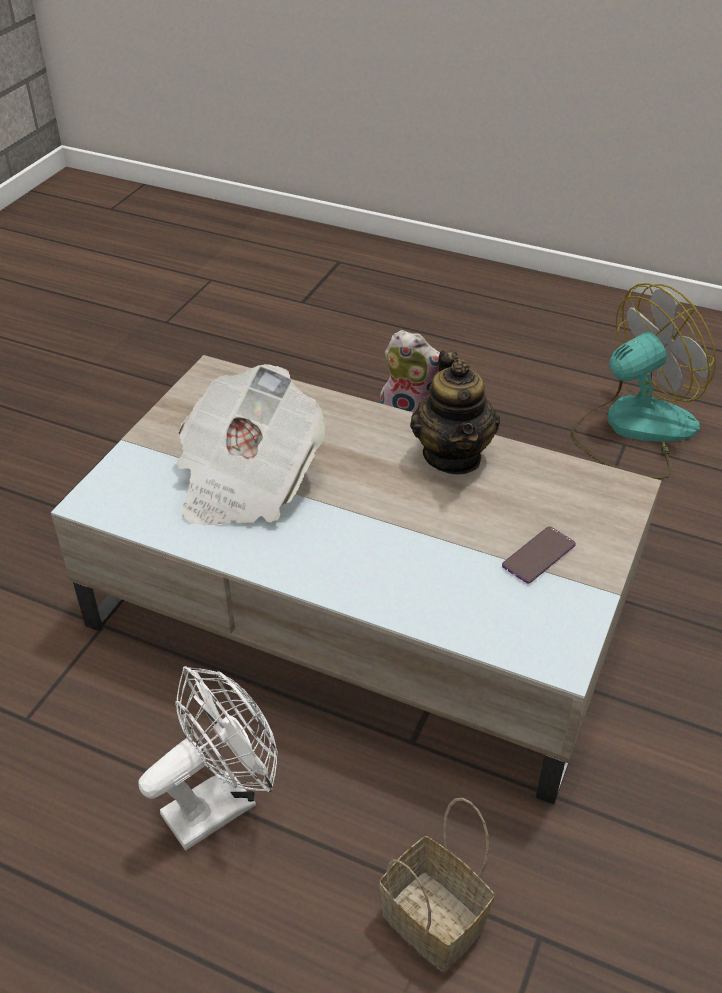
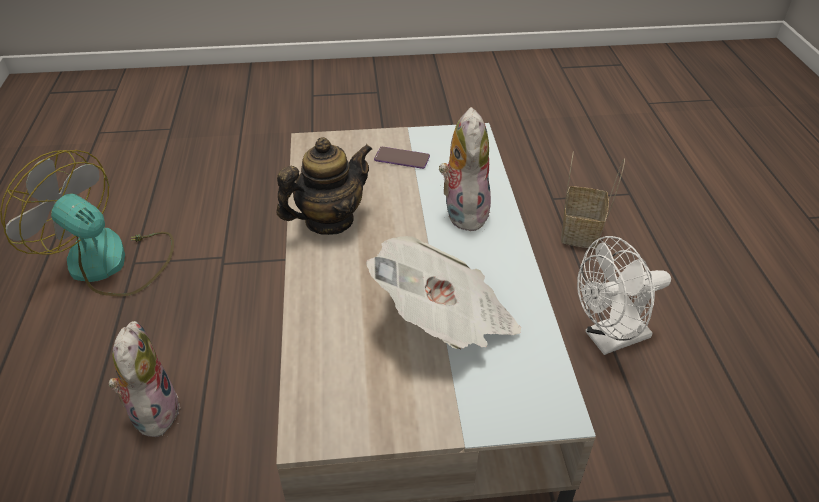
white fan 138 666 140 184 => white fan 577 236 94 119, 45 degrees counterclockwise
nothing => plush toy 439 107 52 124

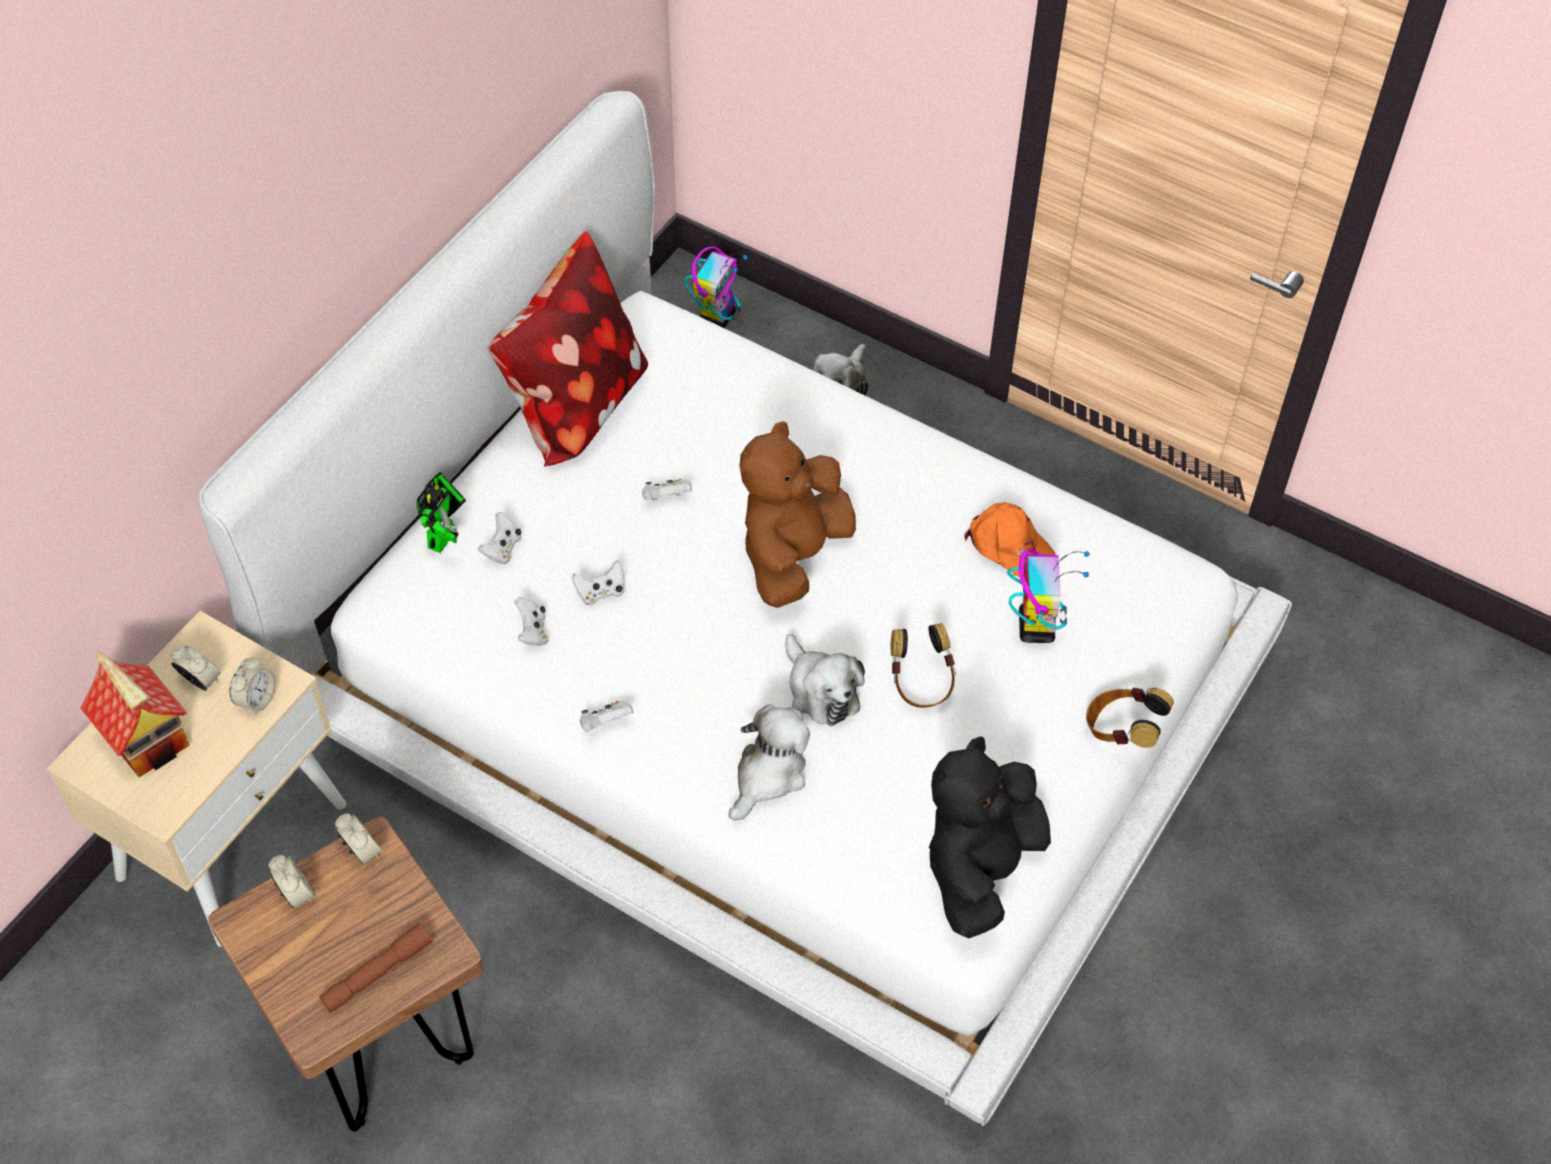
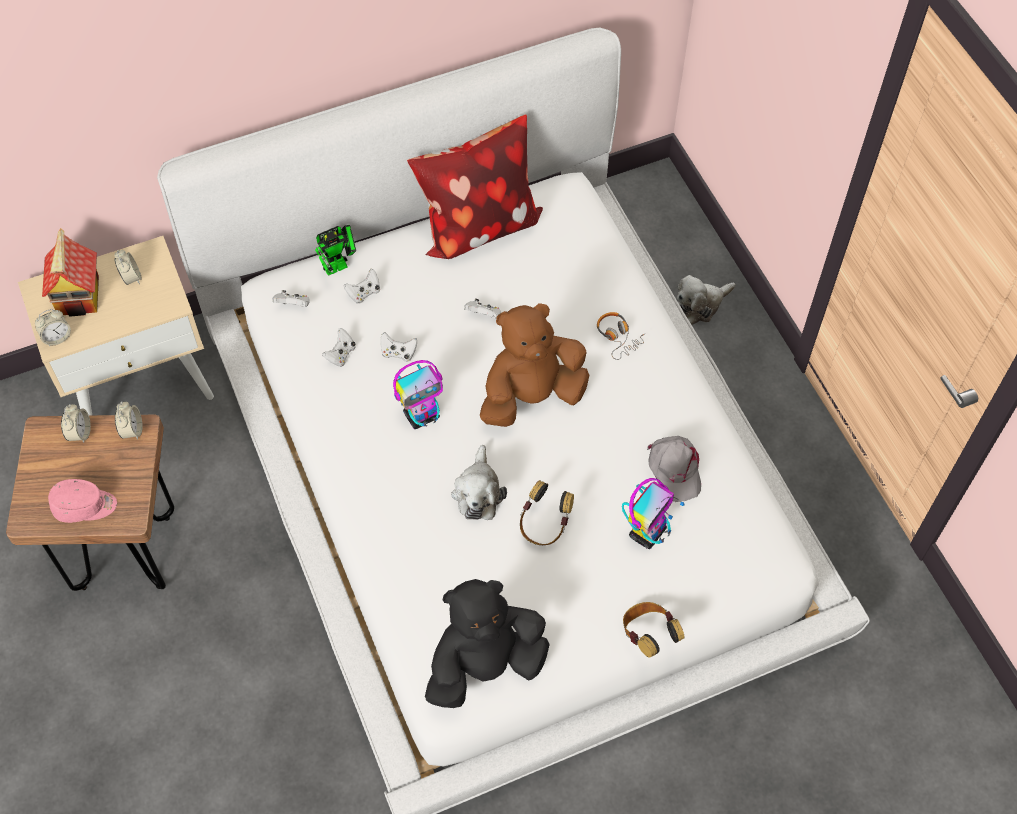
alarm clock 230 657 46 58 => alarm clock 35 309 36 37, move
brown flashlight 319 923 114 90 => pink cap 48 479 69 44
white game controller 580 701 54 31 => white game controller 272 290 38 17, move
toy robot 685 246 63 82 => toy robot 393 360 50 69, move
plush toy 729 704 81 116 => nothing
orange cap 964 502 92 76 => grey cap 647 436 54 66
nothing => headphones 597 312 49 48

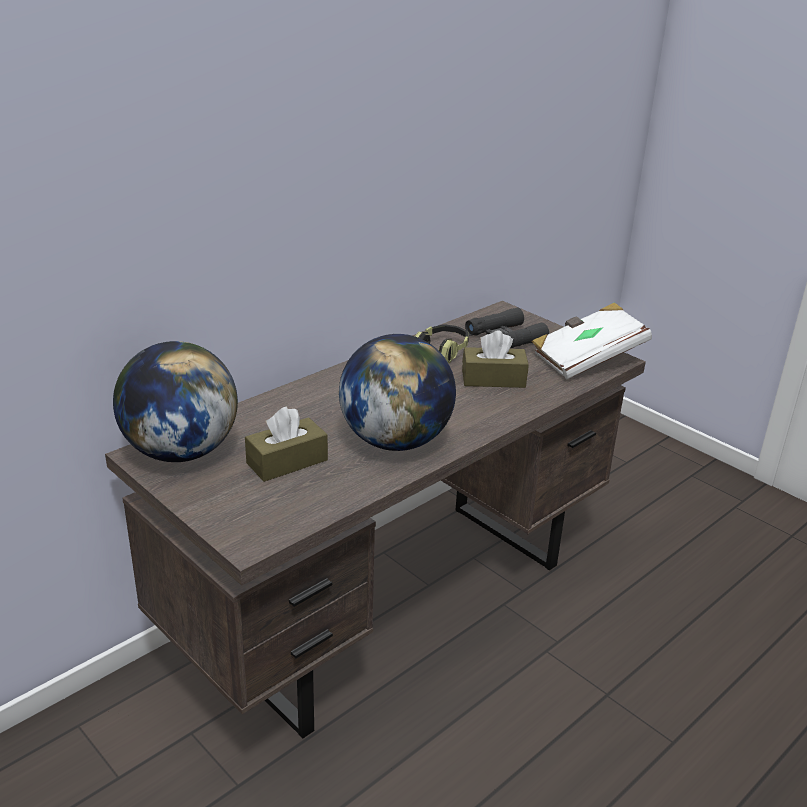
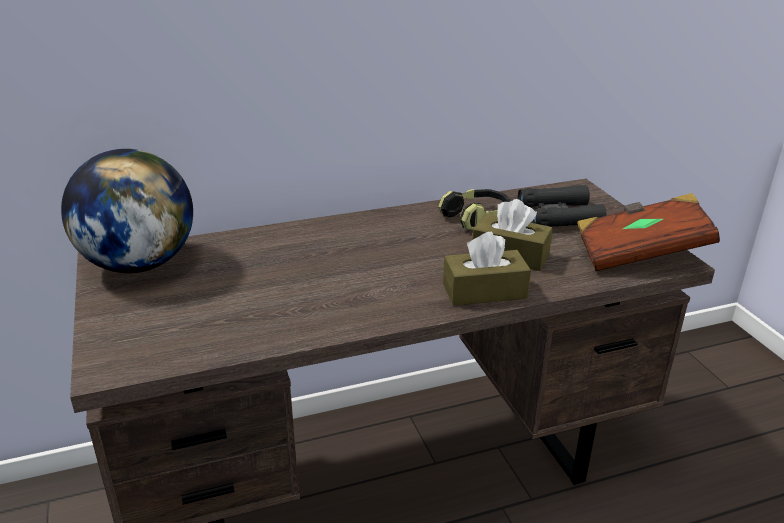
brown tissue box 245 407 83 75 => brown tissue box 443 232 88 74, move
globe 339 334 117 117 => nothing
white book 532 302 120 77 => brown book 577 193 143 78

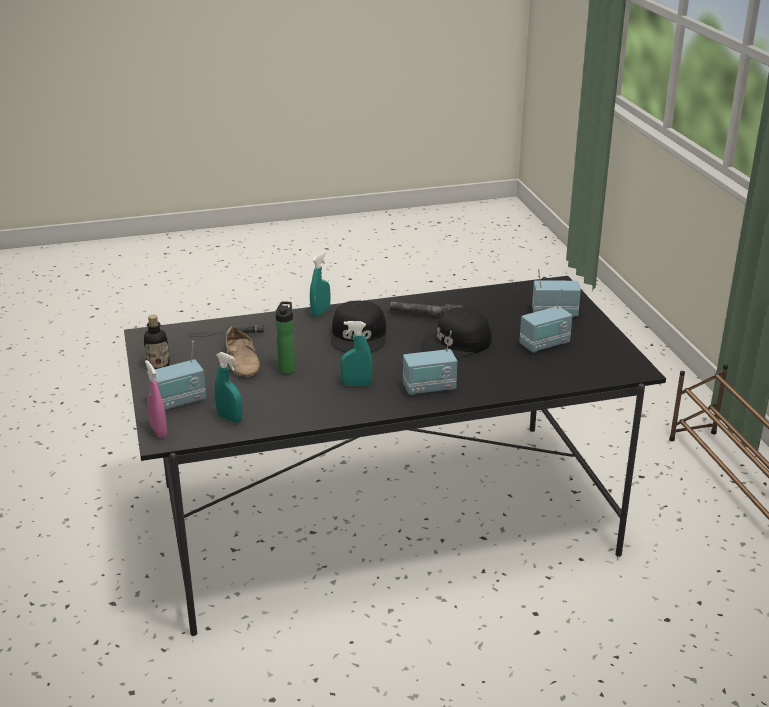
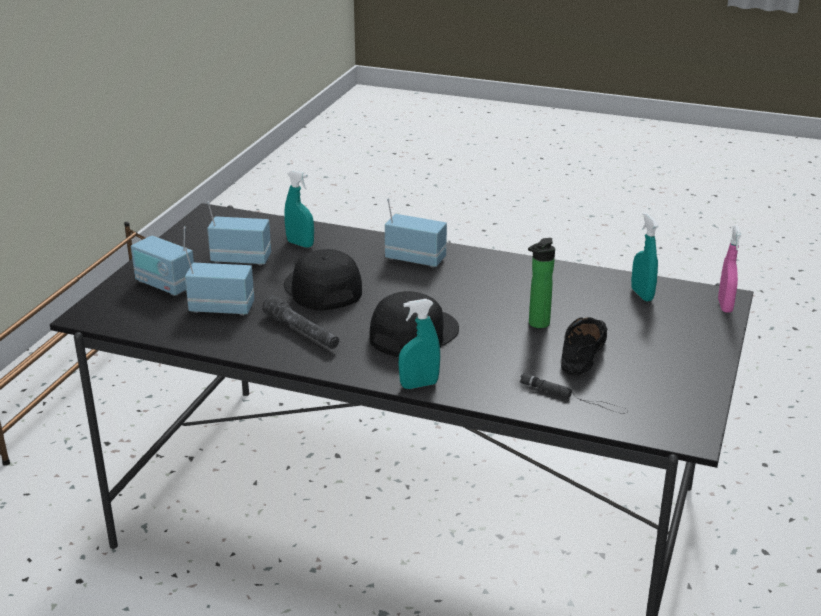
bottle 144 315 26 54 => nothing
radio 147 341 59 69 => radio 185 248 69 67, move
beige shoe 226 326 34 51 => black shoe 561 317 46 58
turquoise spray bottle 340 321 32 65 => turquoise spray bottle 284 170 30 78, move
black cap 421 307 71 52 => black cap 284 249 78 62, 120 degrees counterclockwise

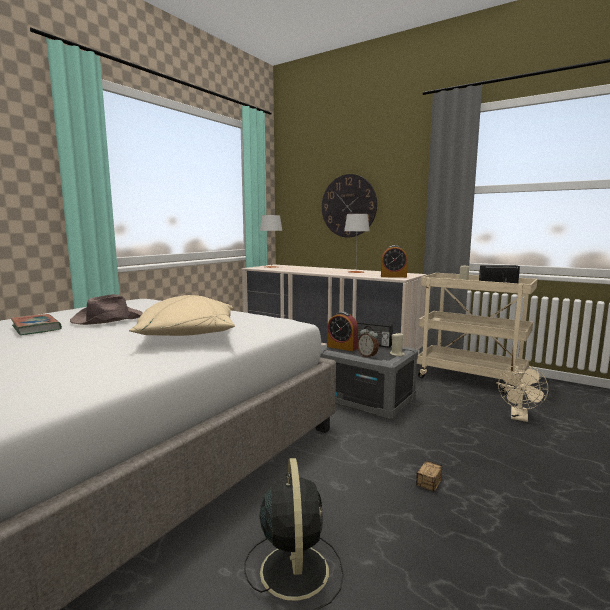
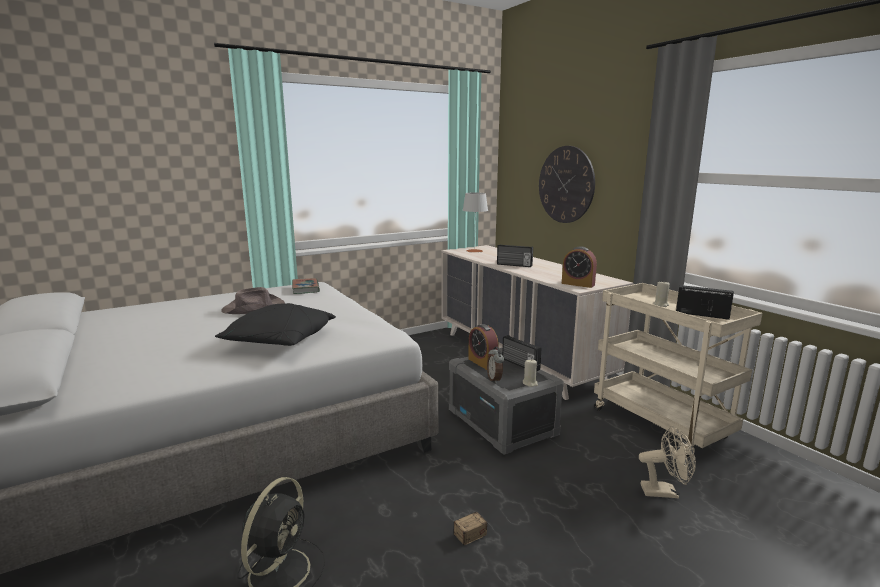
book 10 314 52 21 => book 292 278 28 16, move
beige pillow 129 295 106 41 => black pillow 215 303 121 43
grey table lamp 344 214 26 59 => nothing
beige fan 498 365 50 57 => beige fan 639 426 57 72, 135 degrees counterclockwise
nothing => radio 497 244 36 23

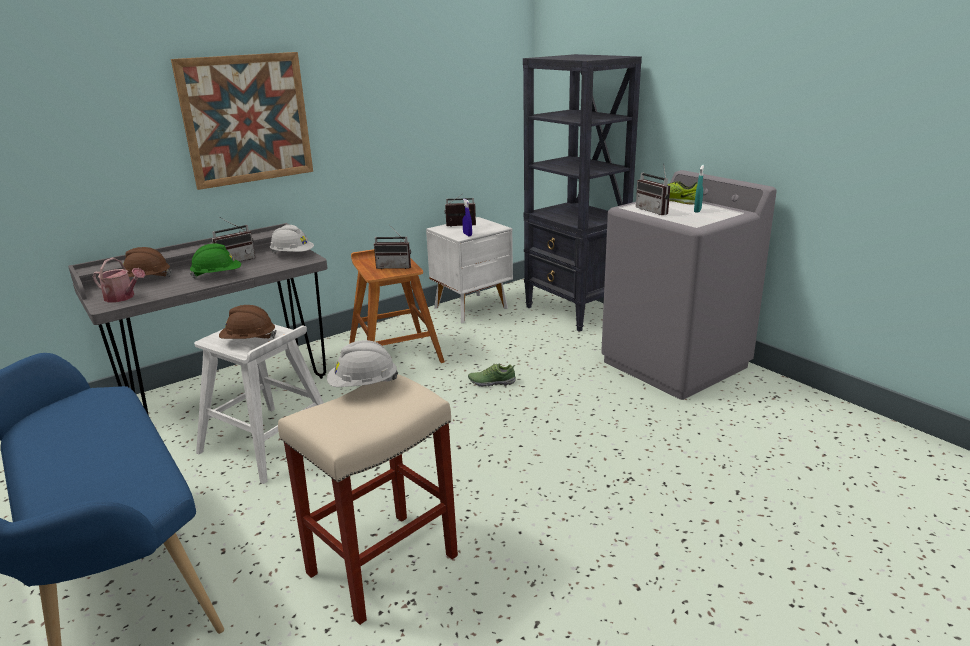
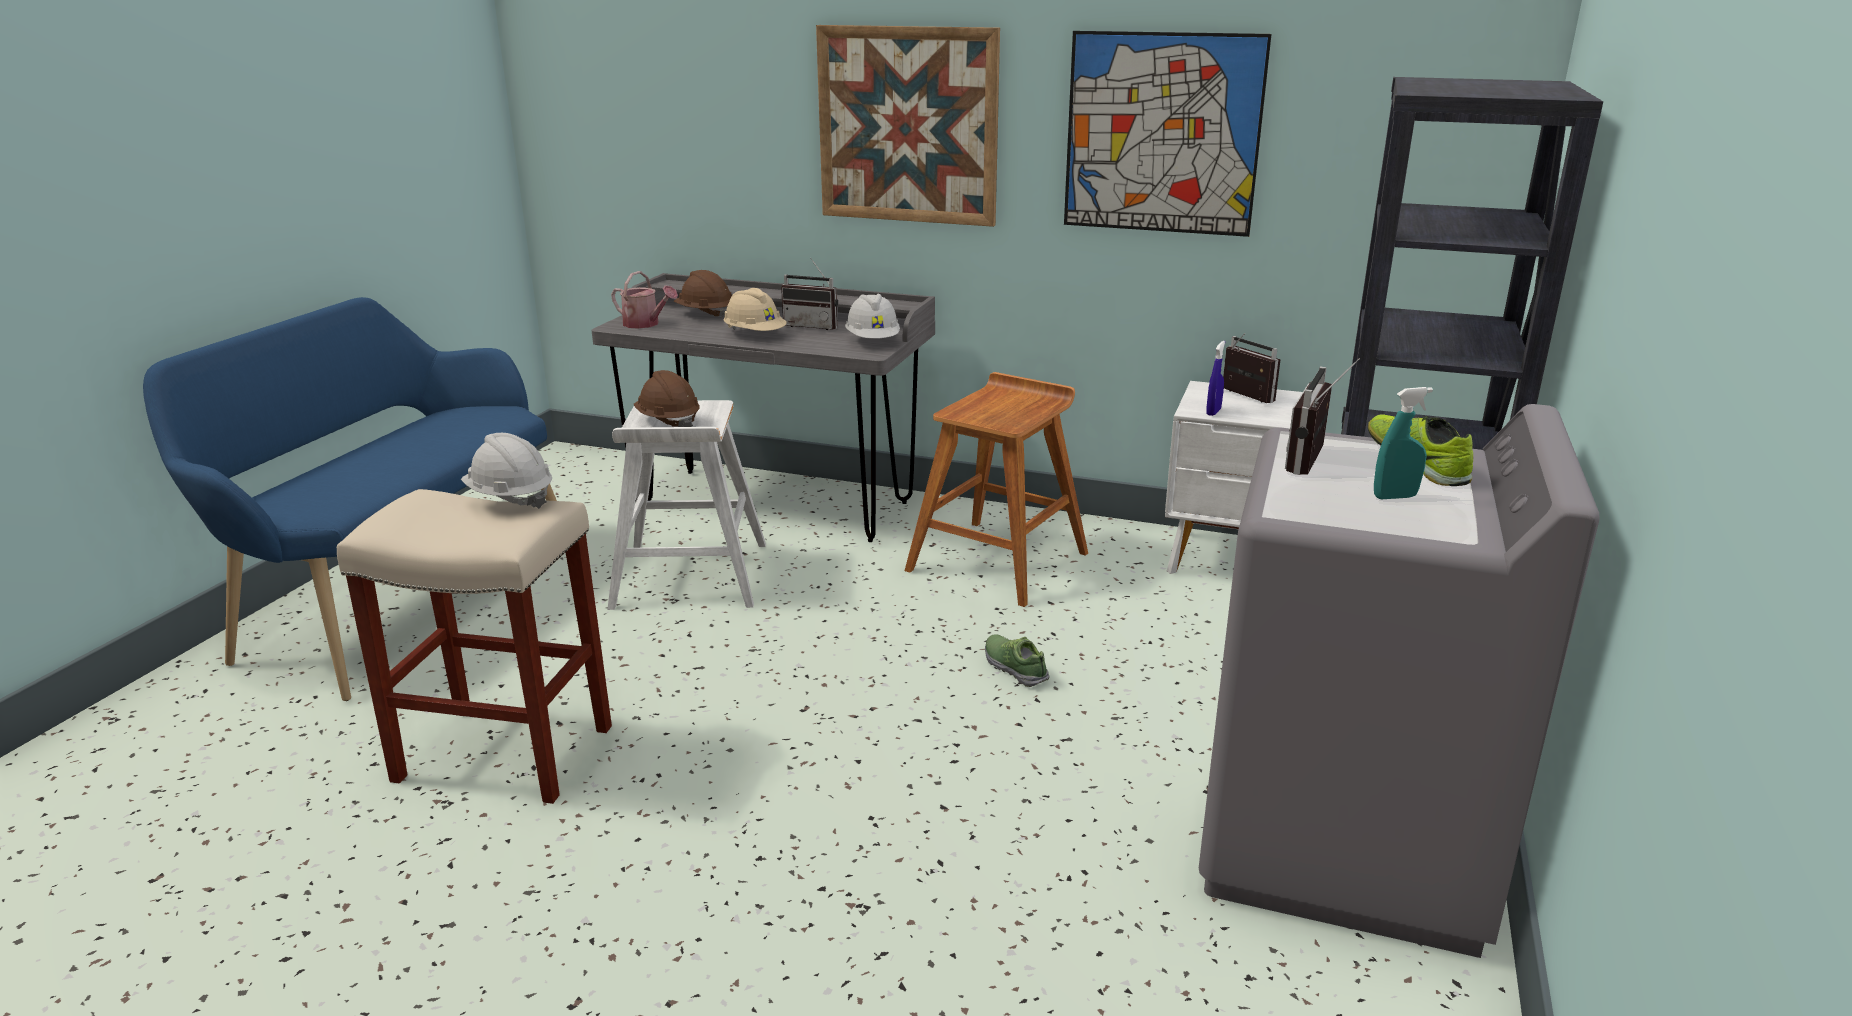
watering can 92 258 53 45 => watering can 611 271 67 58, 45 degrees counterclockwise
green hard hat 190 243 51 36 => beige hard hat 723 288 64 43
radio 374 226 37 43 => nothing
nothing => picture 1064 31 208 206

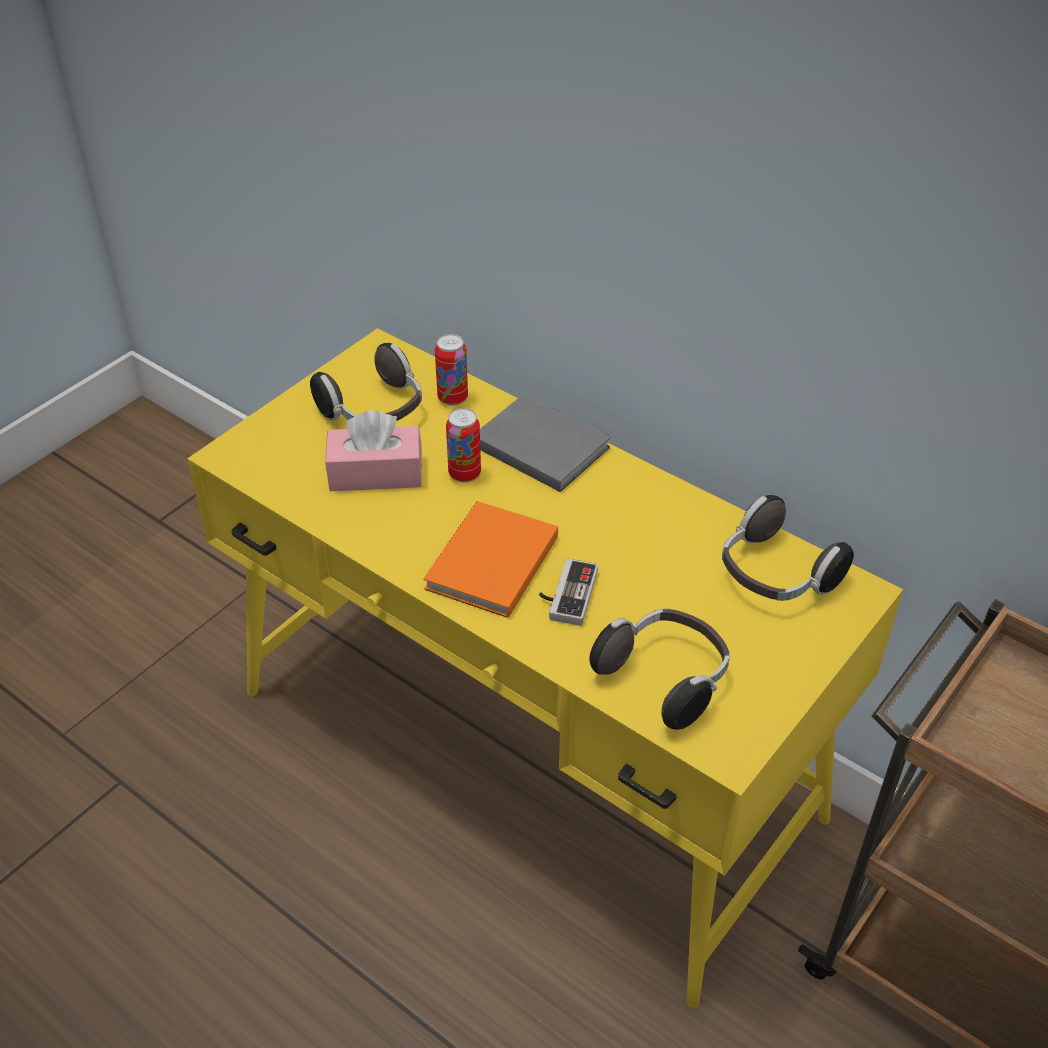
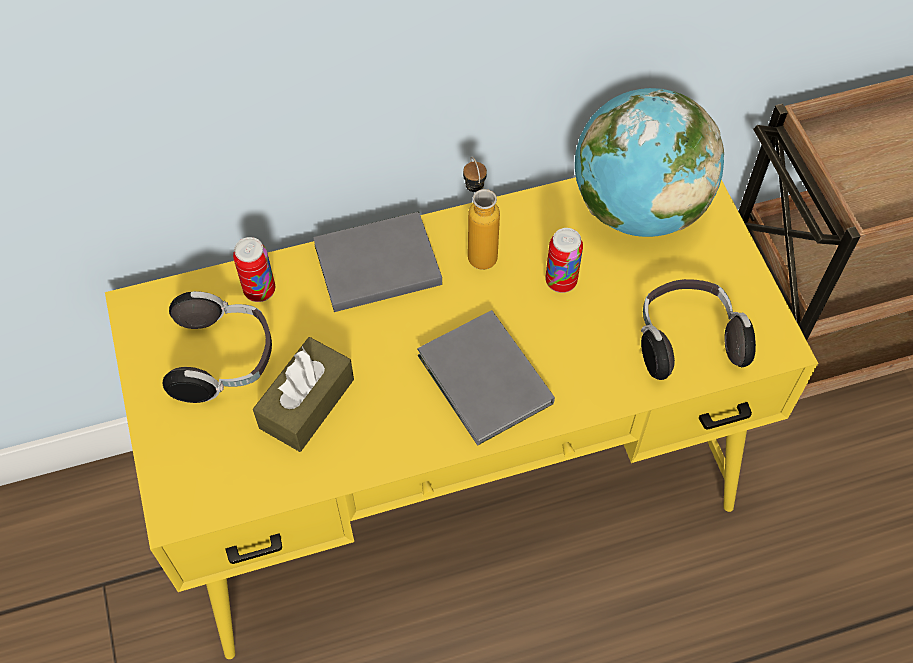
pink tissue box 325 410 97 81 => brown tissue box 253 337 101 115
orange book 423 501 135 117 => grey book 417 310 138 136
can 446 408 35 75 => can 545 228 38 65, move
game controller 539 559 59 67 => nothing
headphones 722 495 132 106 => globe 575 88 149 149
nothing => bottle 463 156 37 114

